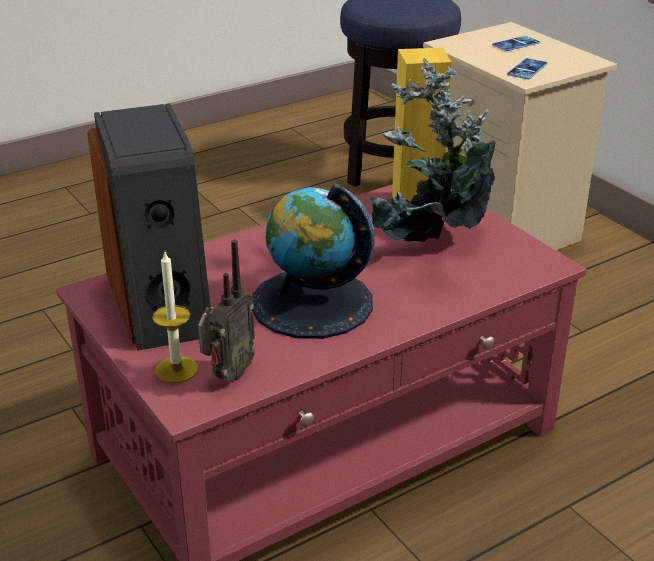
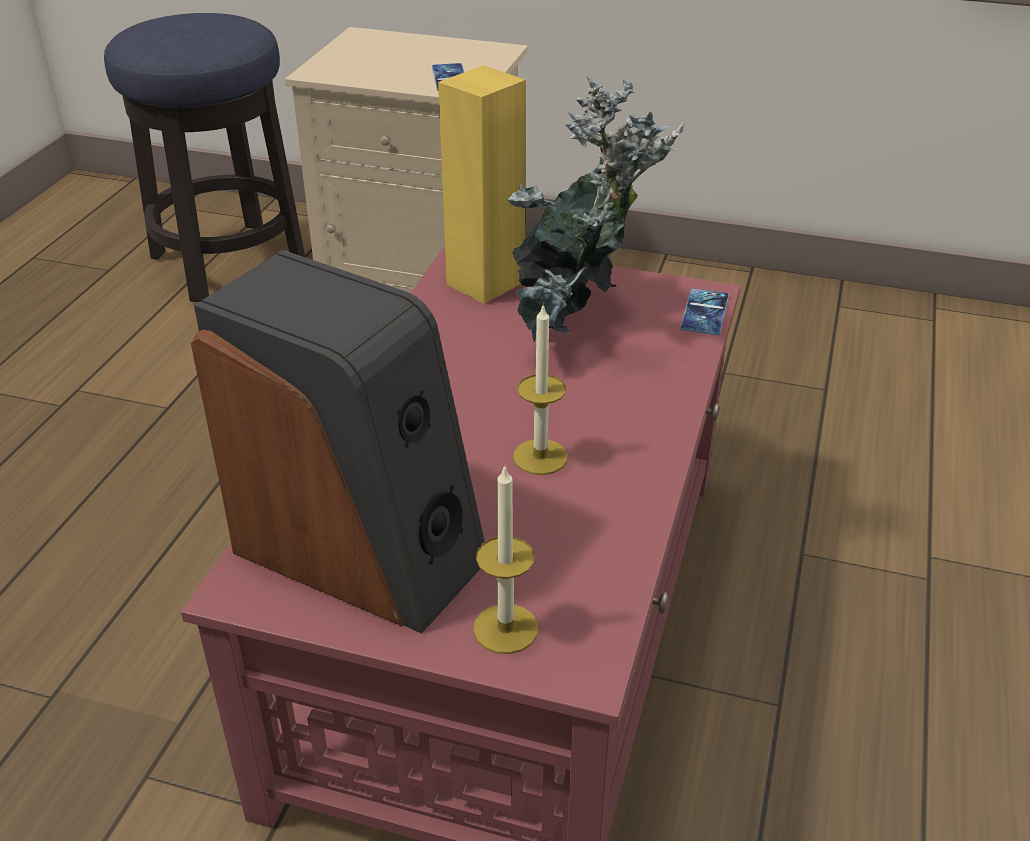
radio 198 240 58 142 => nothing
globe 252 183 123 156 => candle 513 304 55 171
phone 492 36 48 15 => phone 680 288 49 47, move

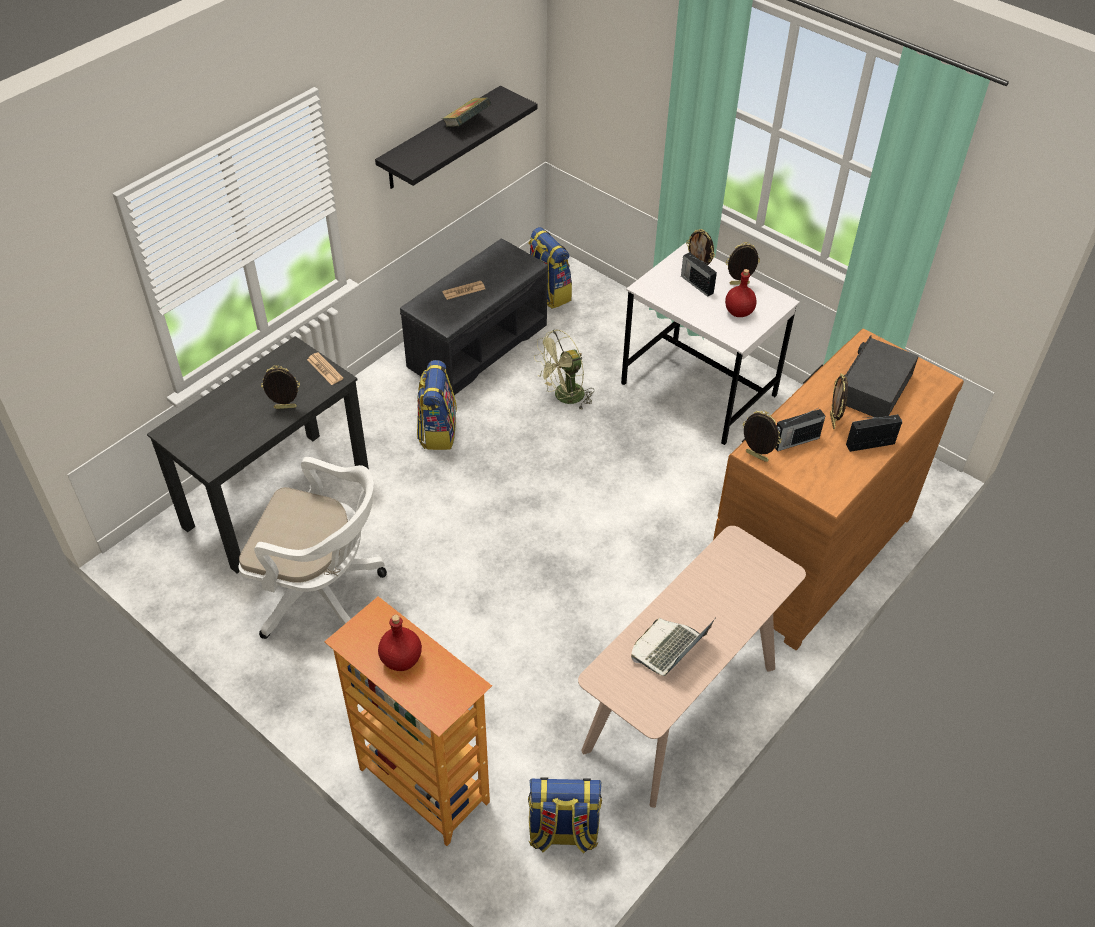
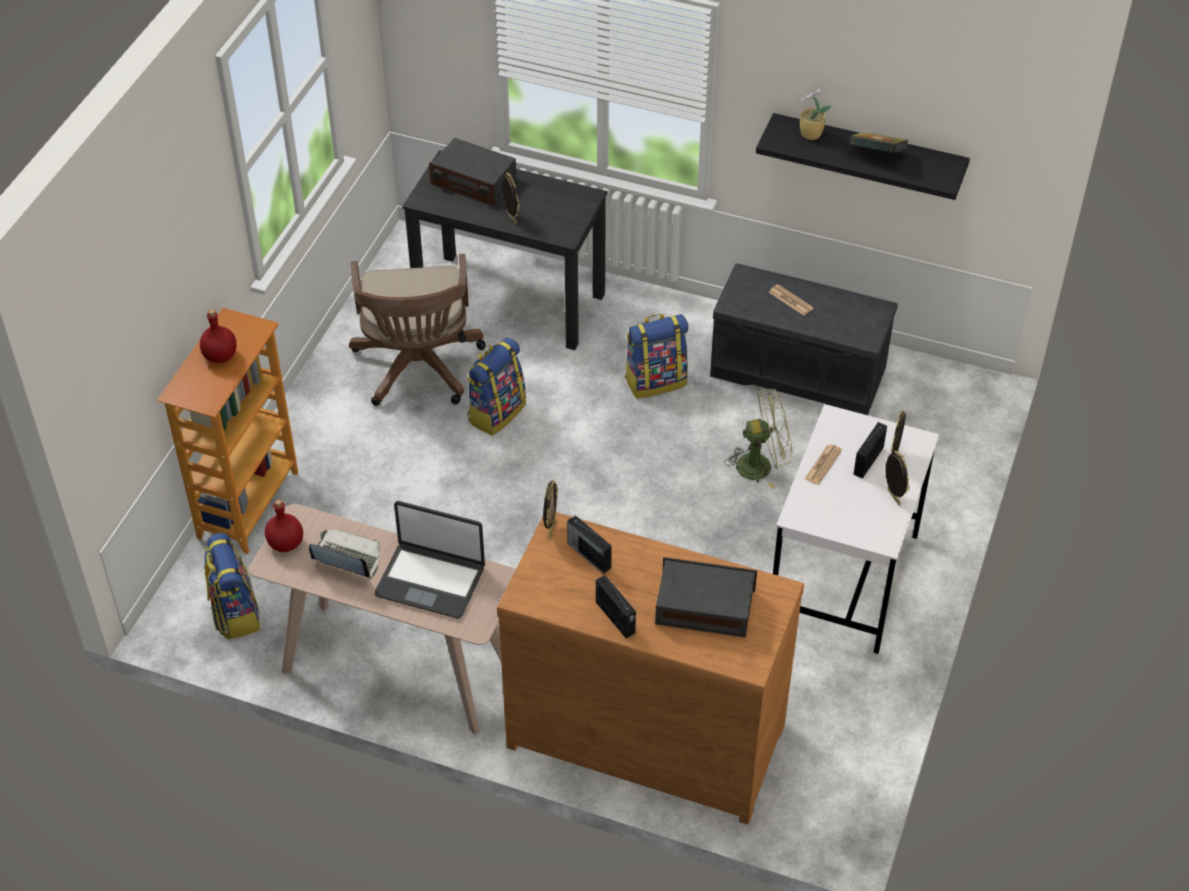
white office chair 238 457 149 182 => brown office chair 349 254 137 152
newspaper 307 353 36 32 => newspaper 805 444 37 41, move
backpack 528 227 44 82 => backpack 467 337 59 99, move
green fan 534 330 60 81 => green fan 724 389 69 100, 135 degrees clockwise
red bottle 725 269 32 48 => red bottle 265 499 38 53, move
picture frame 830 373 18 56 => nothing
nothing => laptop 375 501 110 117
nothing => radio 429 138 87 68
nothing => potted plant 798 87 33 53

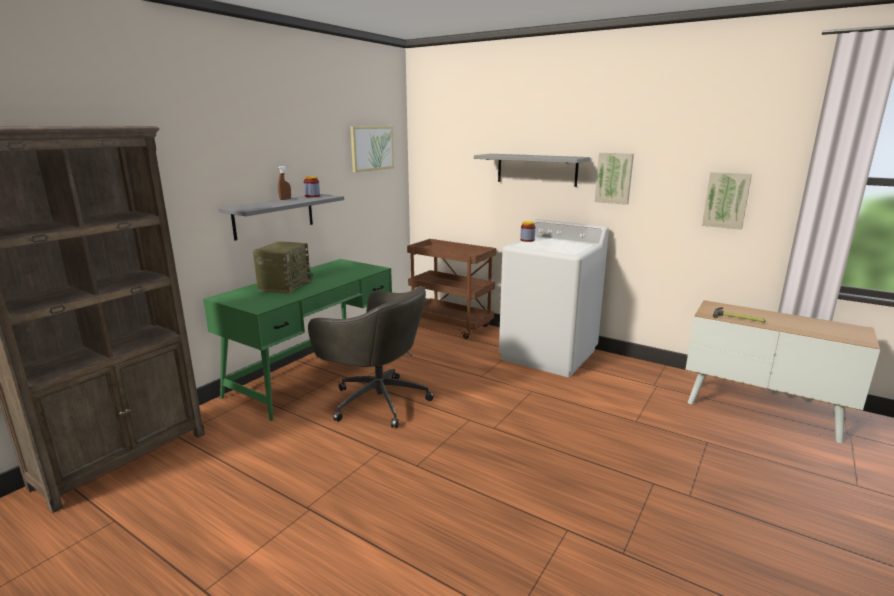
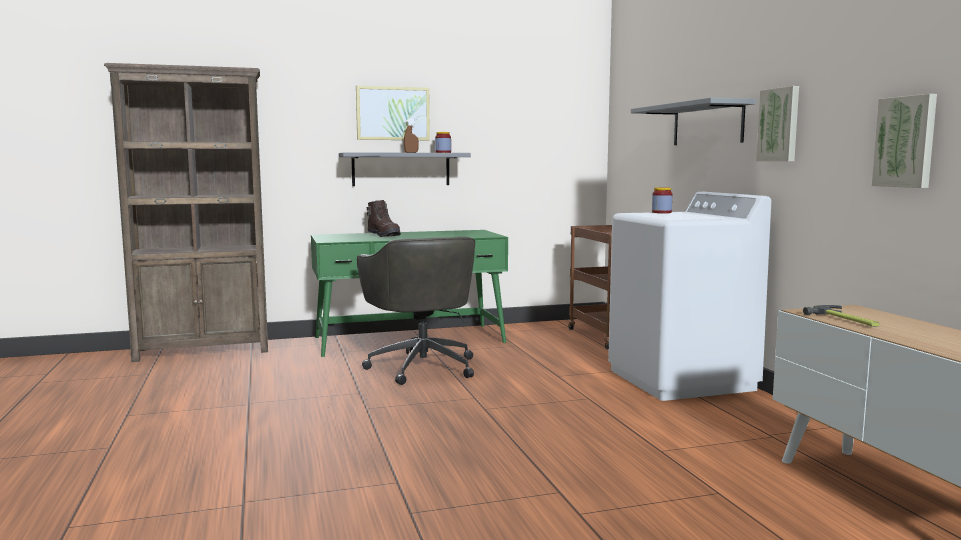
radio 253 241 60 53 => brown boot 367 200 34 37
picture 350 126 44 46 => picture 356 86 74 54, move

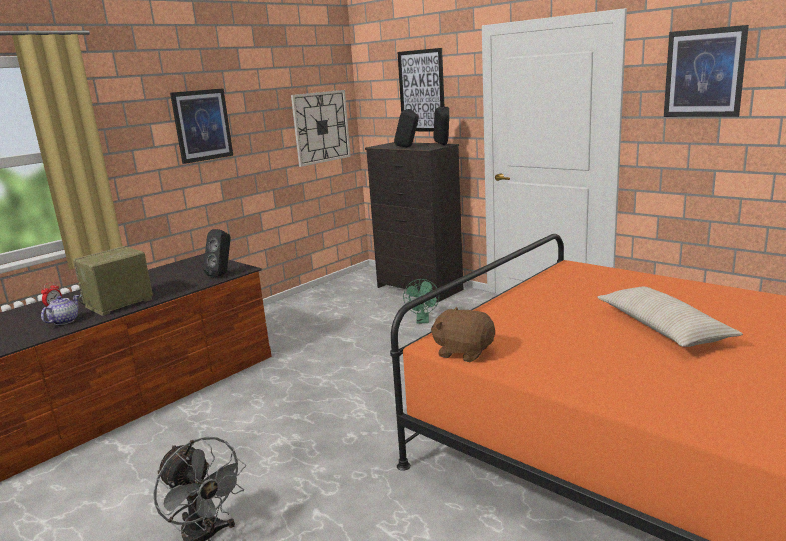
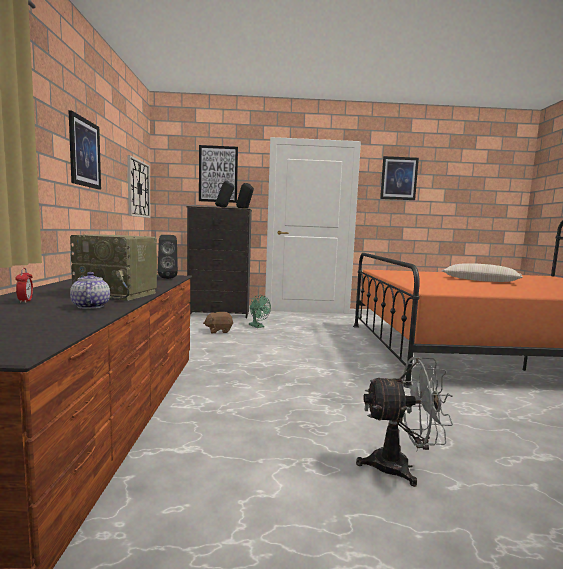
radio 73 246 80 70 => radio 70 235 87 66, 75 degrees counterclockwise
brown plush toy 431 307 64 55 => brown plush toy 203 312 30 21, move

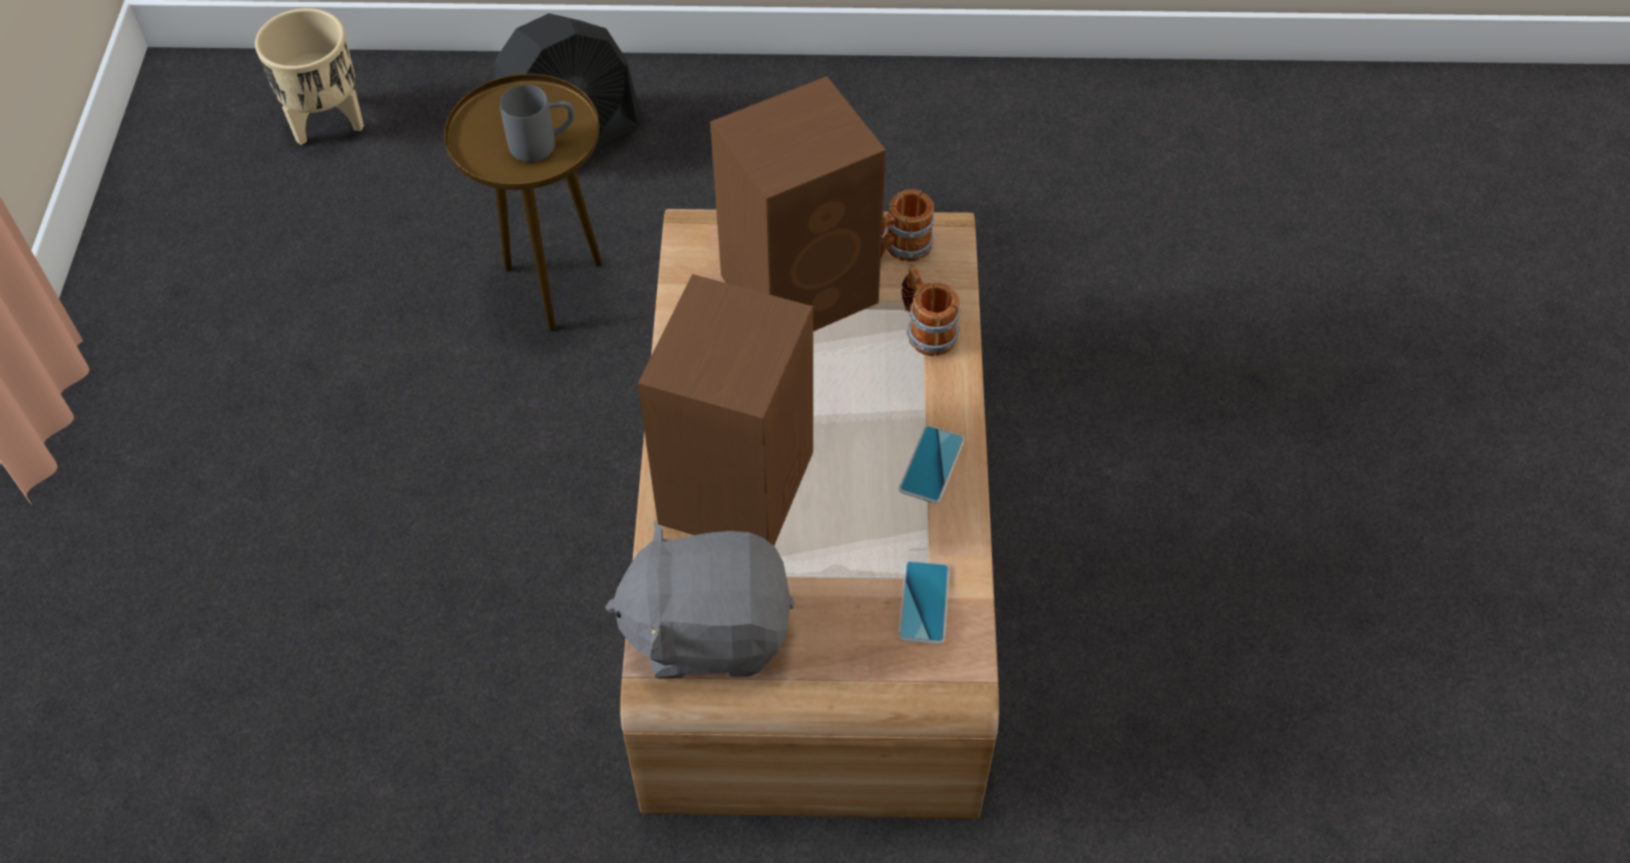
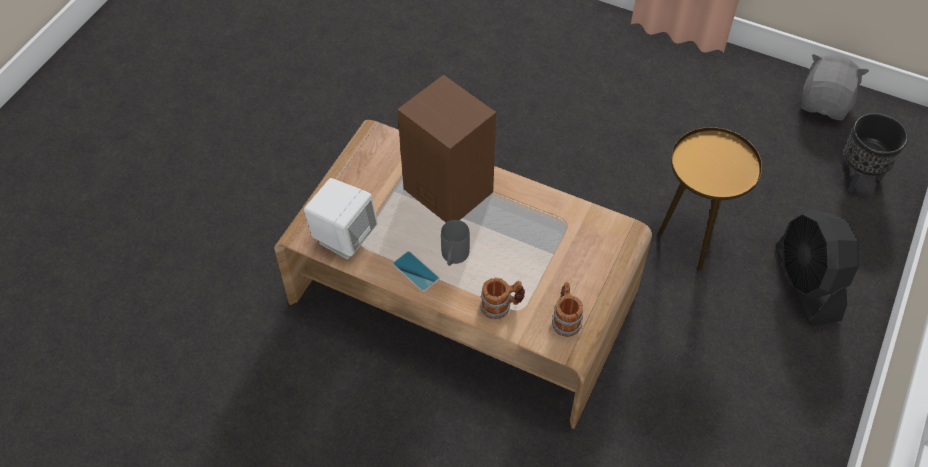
beige planter 255 8 109 137 => black planter 844 113 64 79
grey mug 500 85 75 77 => grey mug 441 220 29 46, move
grey plush toy 605 520 189 159 => grey plush toy 801 54 68 66, move
brown speaker 710 76 176 256 => nothing
phone 899 561 51 83 => white speaker 304 178 74 81

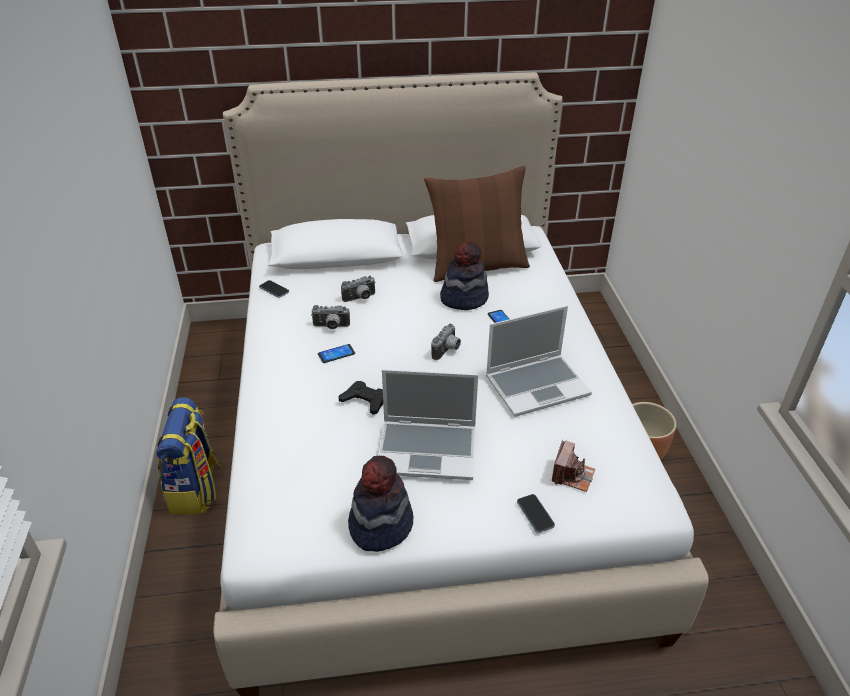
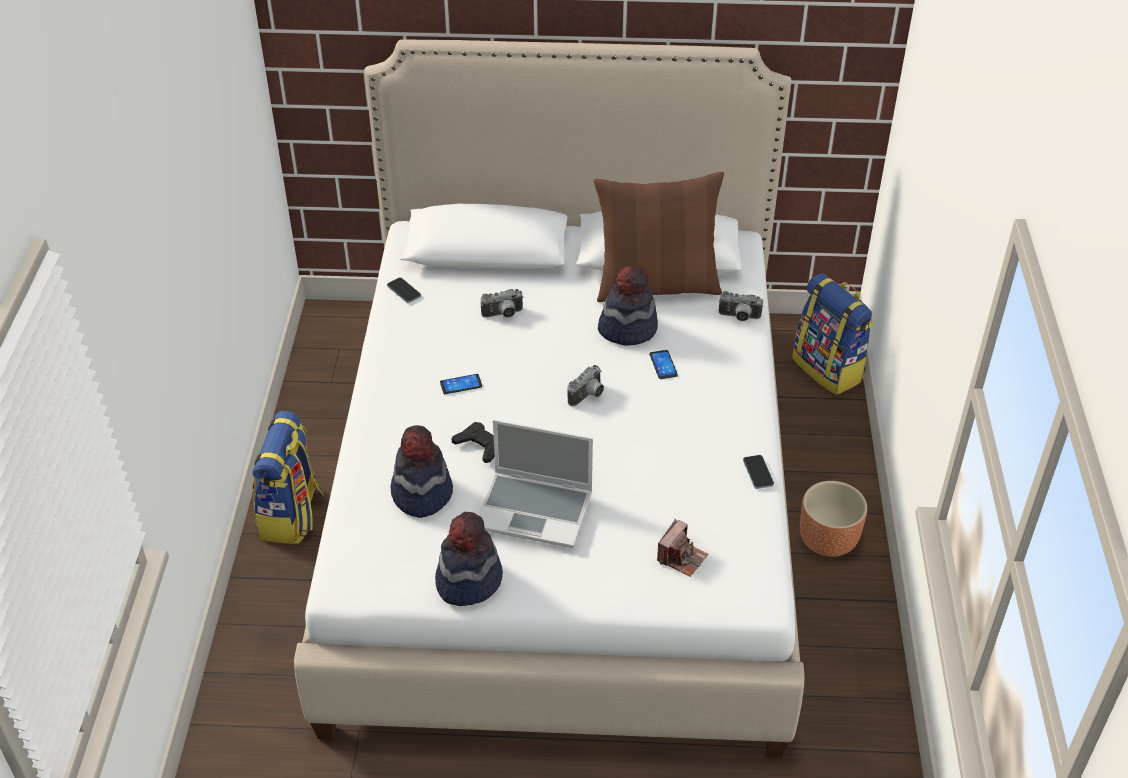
photo camera 312 305 38 25 => photo camera 719 291 44 30, move
laptop 486 306 106 111 => nothing
phone 517 494 38 39 => phone 743 455 31 34, move
nothing => hat 391 425 62 93
nothing => backpack 792 273 82 122

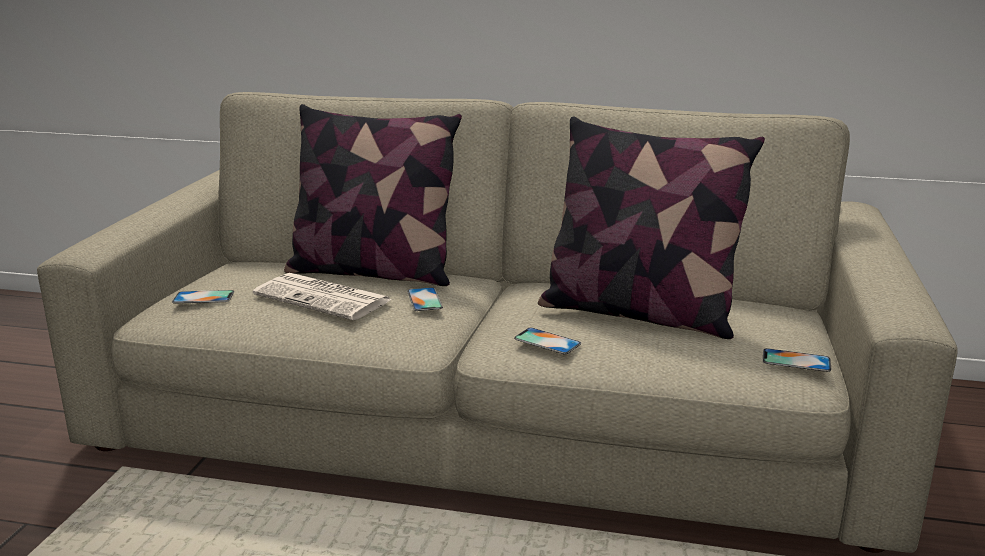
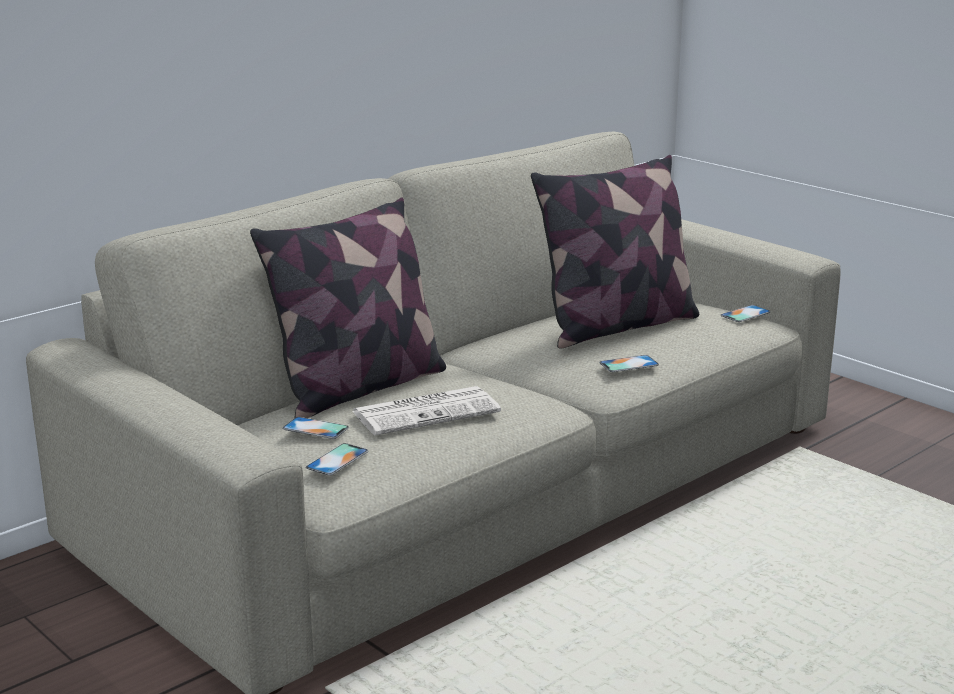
phone 407 287 36 24 => phone 282 417 67 22, move

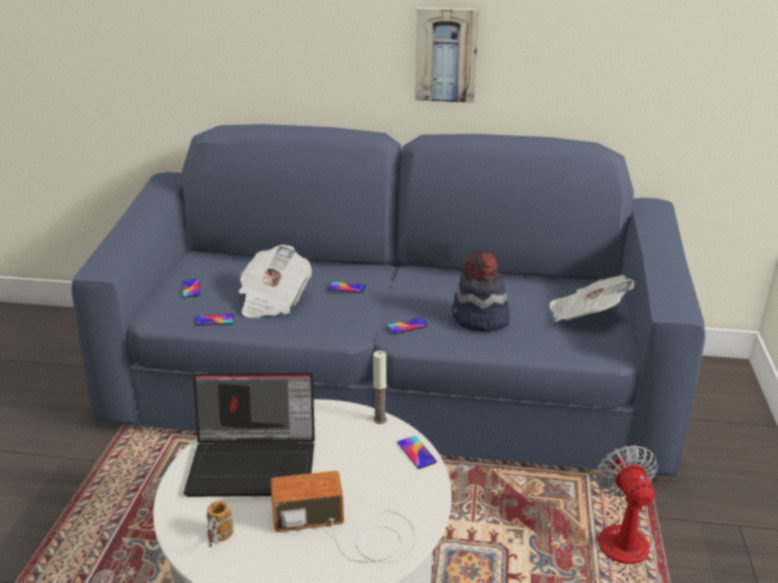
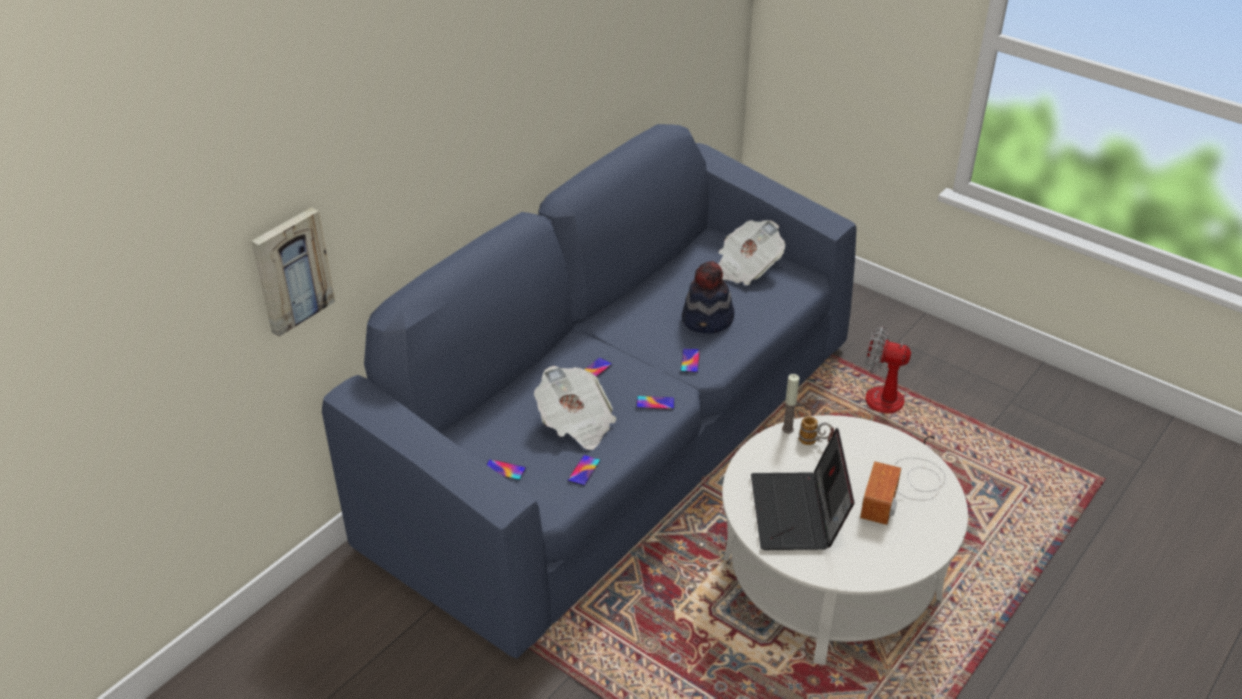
laptop 184 373 131 124 => laptop 751 428 103 122, 150 degrees clockwise
mug 207 501 26 46 => mug 799 416 35 29, move
phone 397 436 40 33 => phone 636 396 38 14, move
picture 415 7 64 96 => picture 251 208 84 129, move

